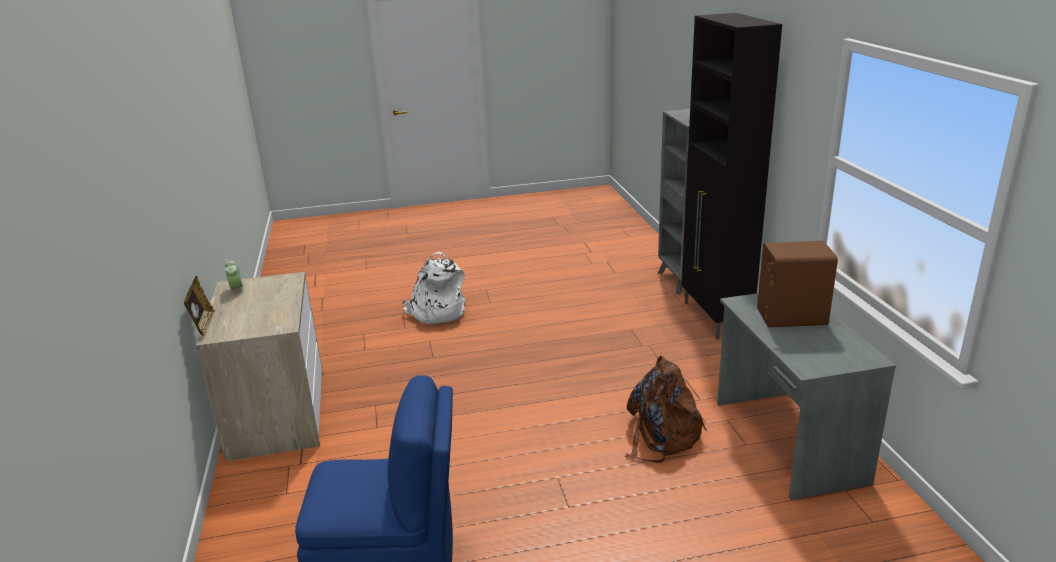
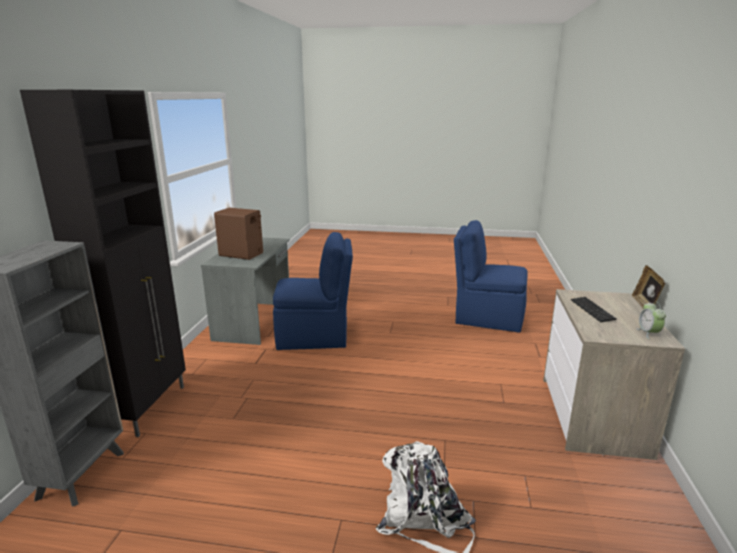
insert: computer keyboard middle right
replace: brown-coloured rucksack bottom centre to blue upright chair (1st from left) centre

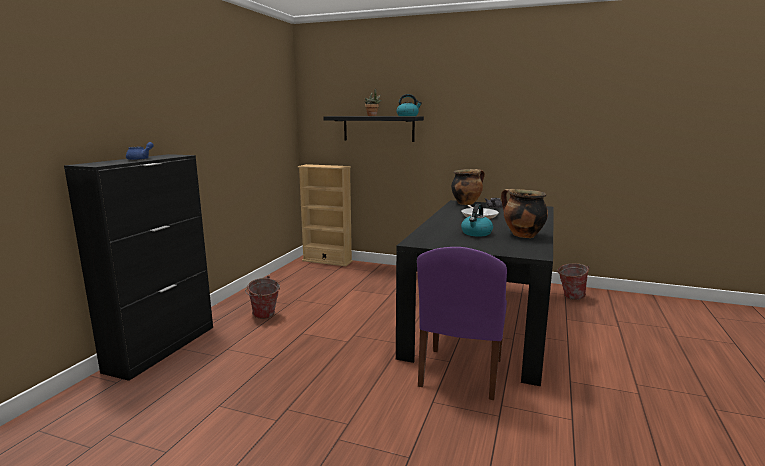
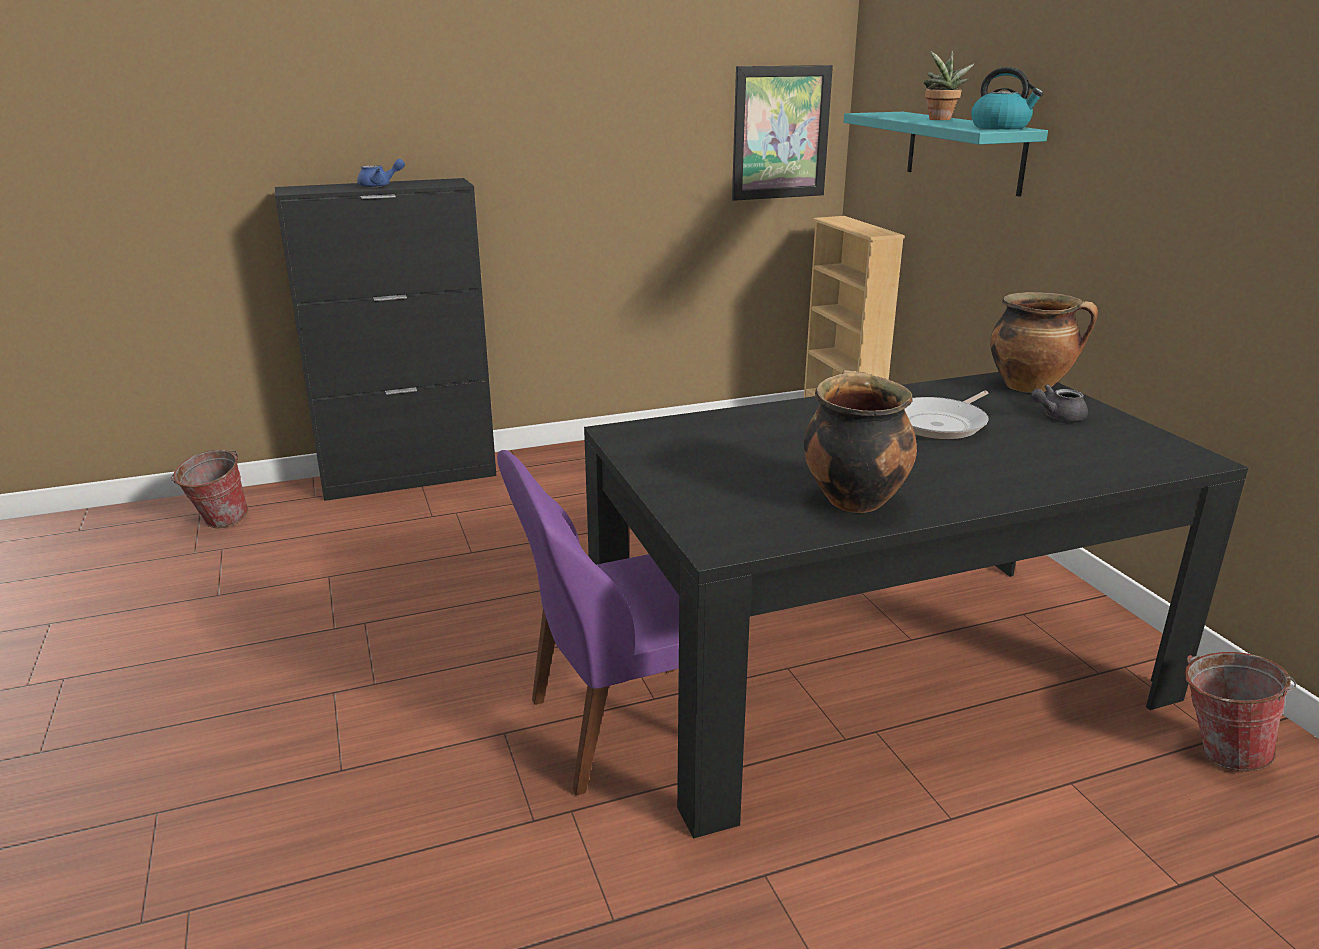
delete: kettle (2nd from left) centre
insert: picture top centre
move: water bucket (1st from left) centre to middle left
recolor: black-coloured bracket shelf top centre to turquoise bracket shelf top right

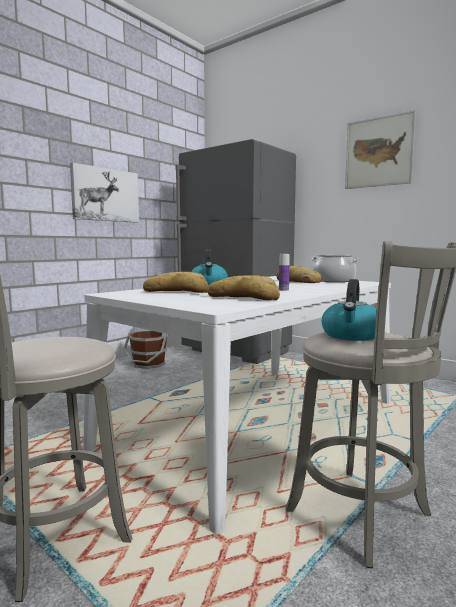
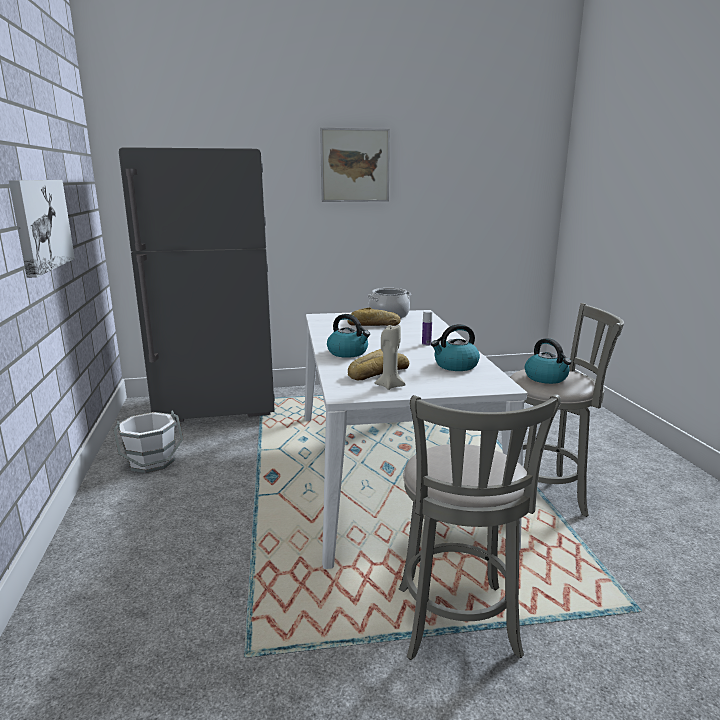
insert: beige-coloured wax candle centre
replace: bakery bread (2nd from left) centre to kettle (2nd from left) centre
recolor: brown-coloured water bucket middle left to whitish water bucket middle left

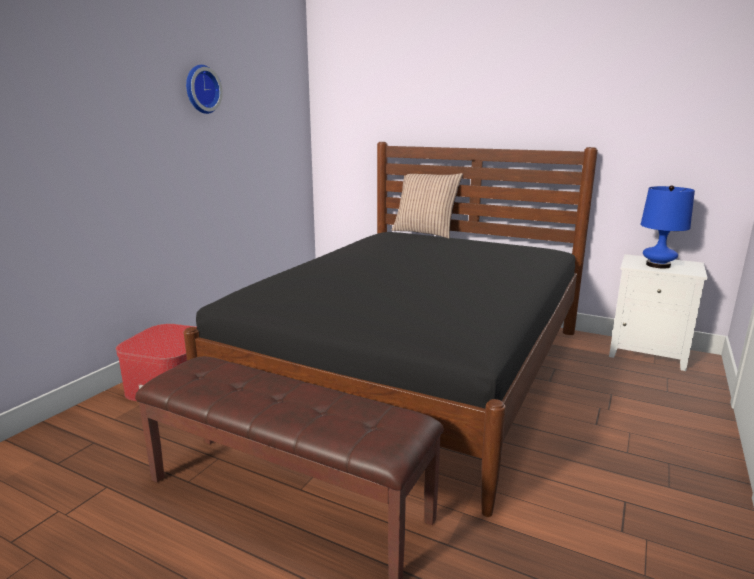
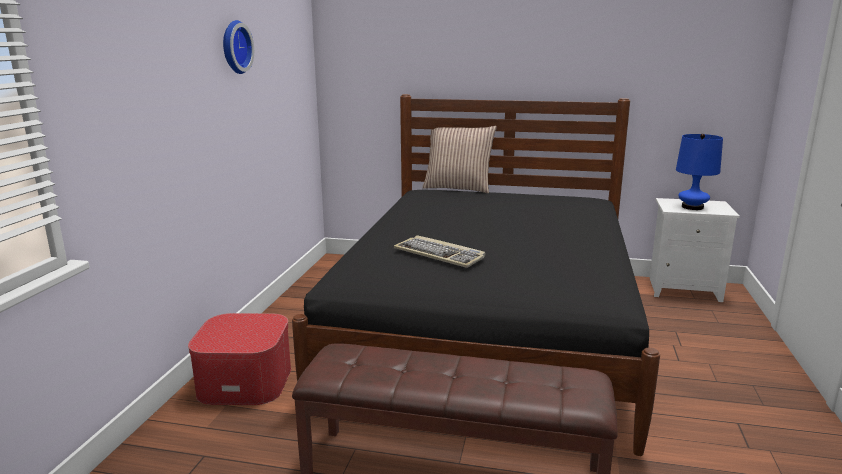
insert: computer keyboard centre

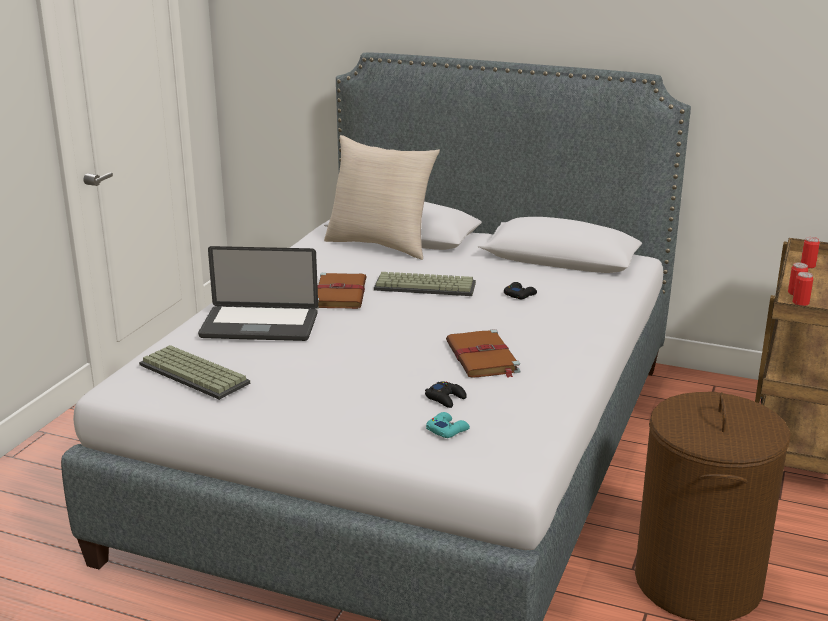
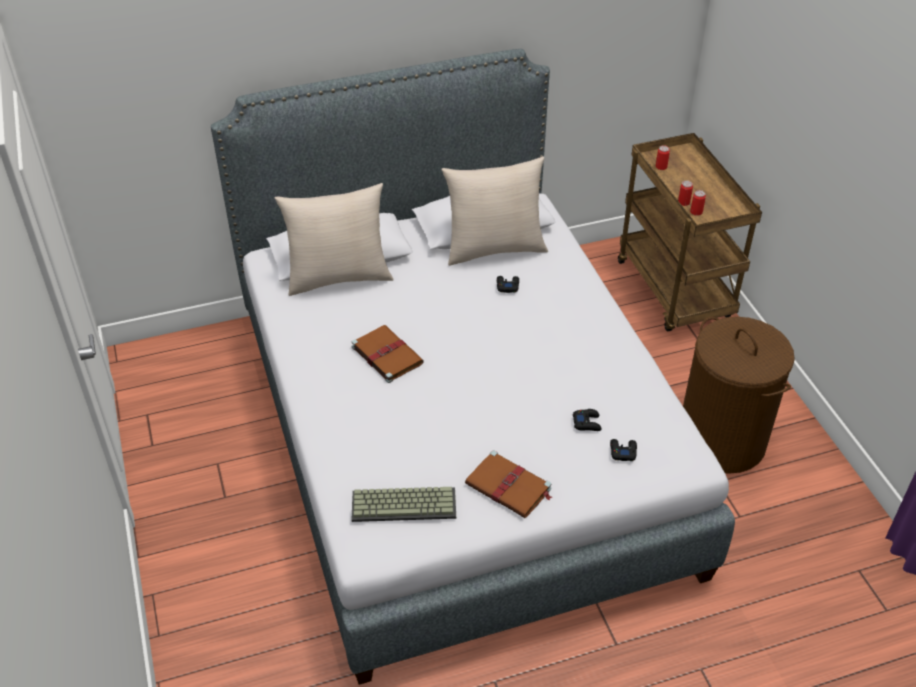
delete: portable computer middle left; computer keyboard (2nd from left) centre
insert: beige-coloured throw pillow (2nd from left) top centre
move: brown-coloured volume (2nd from left) centre to bottom centre
recolor: turquoise joypad bottom centre to black-coloured joypad (3rd from left) middle right

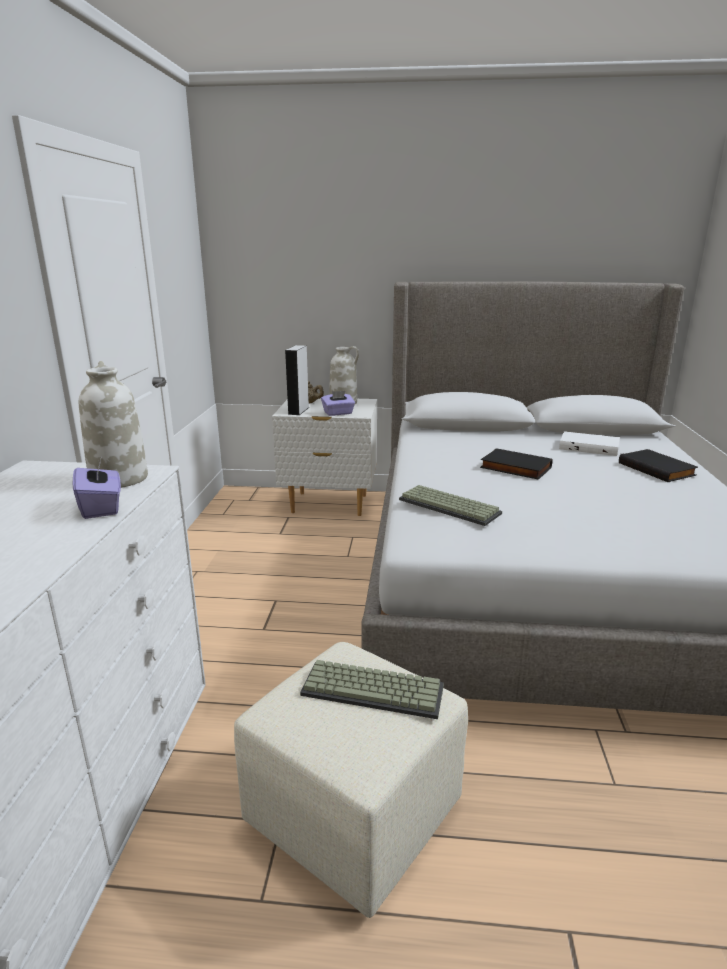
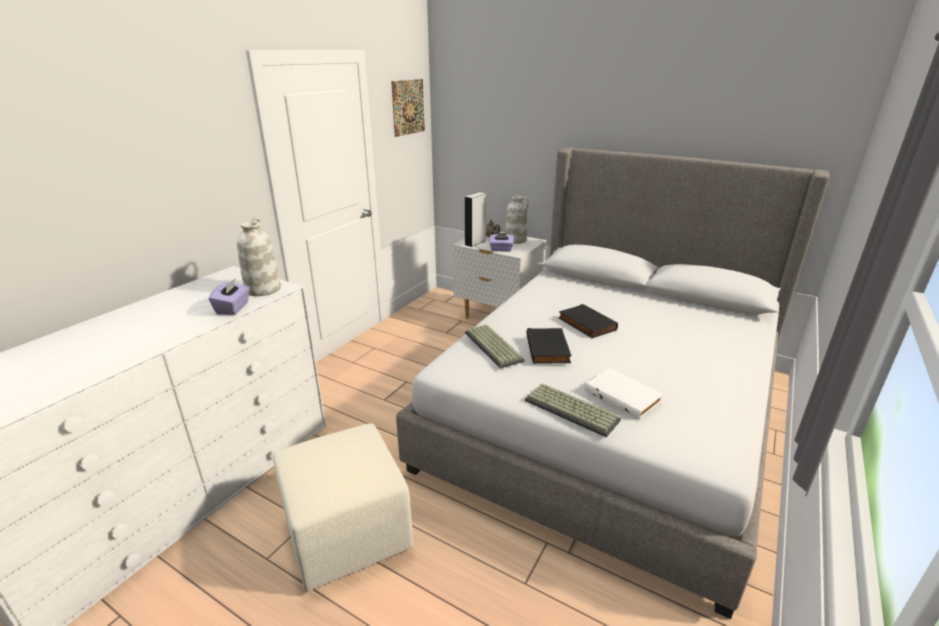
insert: picture top centre
move: computer keyboard (1st from left in the first image) bottom centre to computer keyboard (2nd from left) centre; whitish volume middle right to centre; black-coloured volume (2nd from left in the first image) middle right to black-coloured volume (1st from left) centre

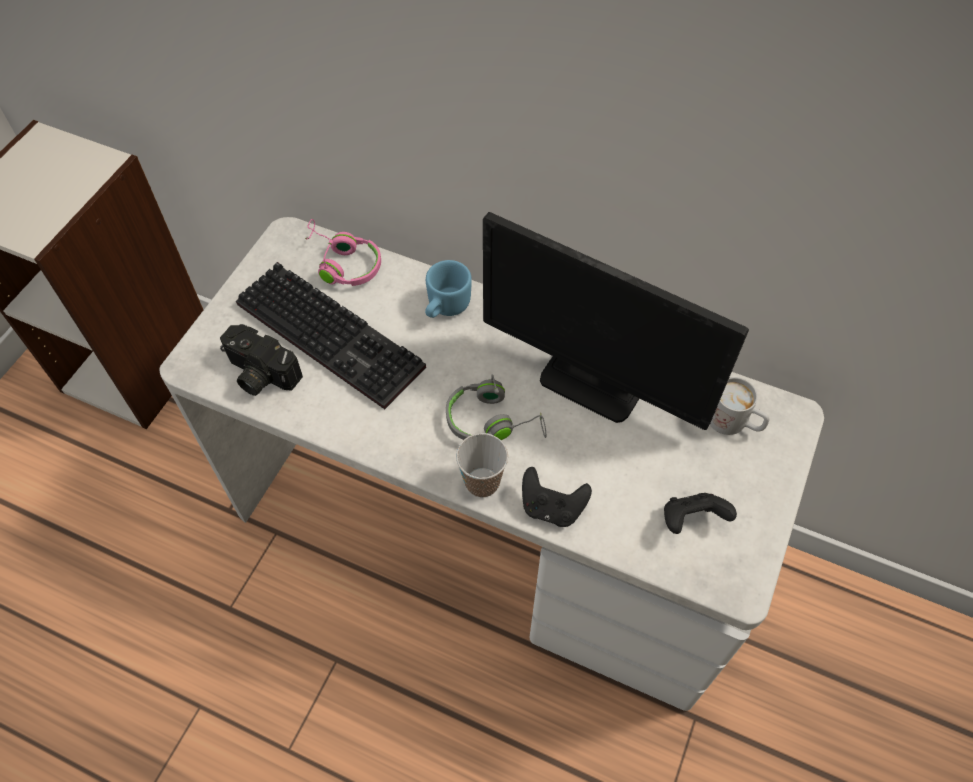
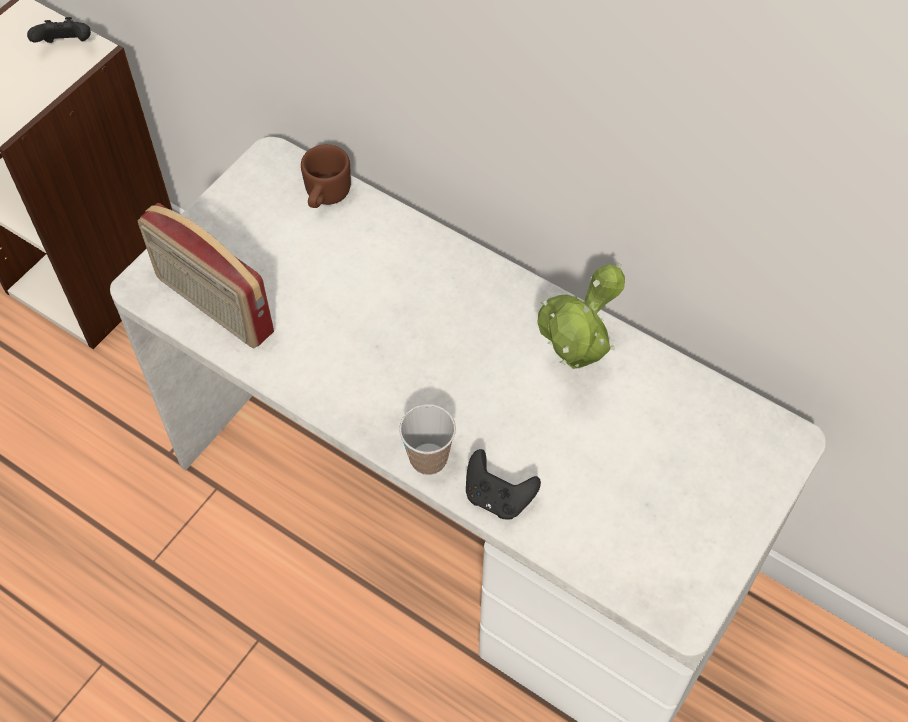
delete: computer keyboard centre; blue tea mug centre; greyish pair of headphones centre; whitish tea mug middle right
move: black-coloured joypad (2nd from left in the first image) middle right to black-coloured joypad (1st from left) top left
replace: photo camera middle left to radio middle left; pink-coloured pair of headphones top centre to brown-coloured tea mug top centre; computer display centre to houseplant centre

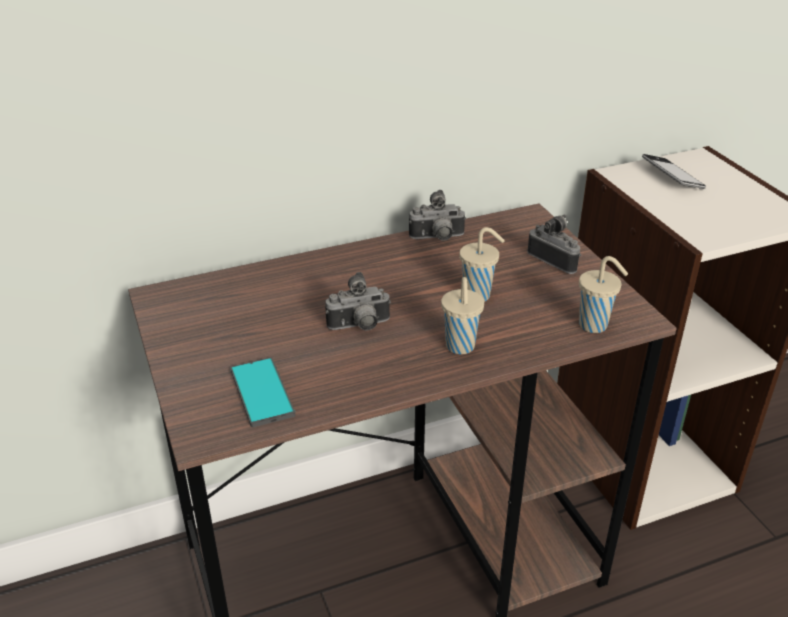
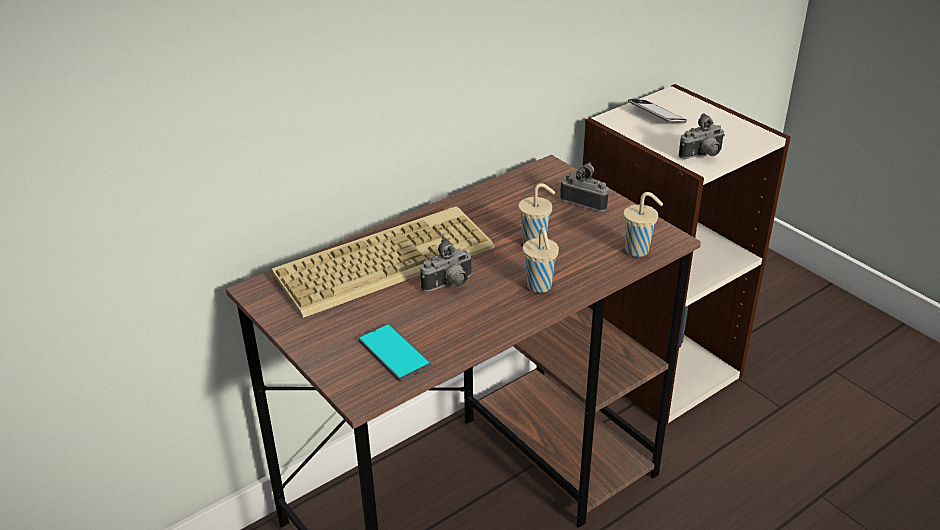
insert: computer keyboard centre
move: photo camera (2nd from left in the first image) centre to photo camera (3rd from left) top right

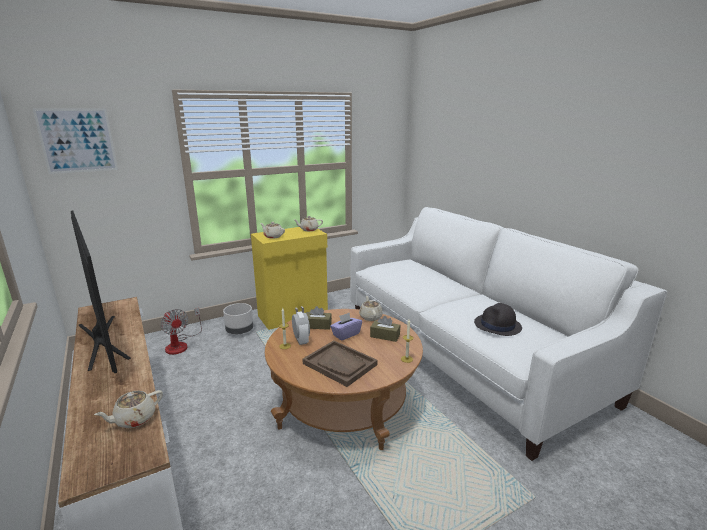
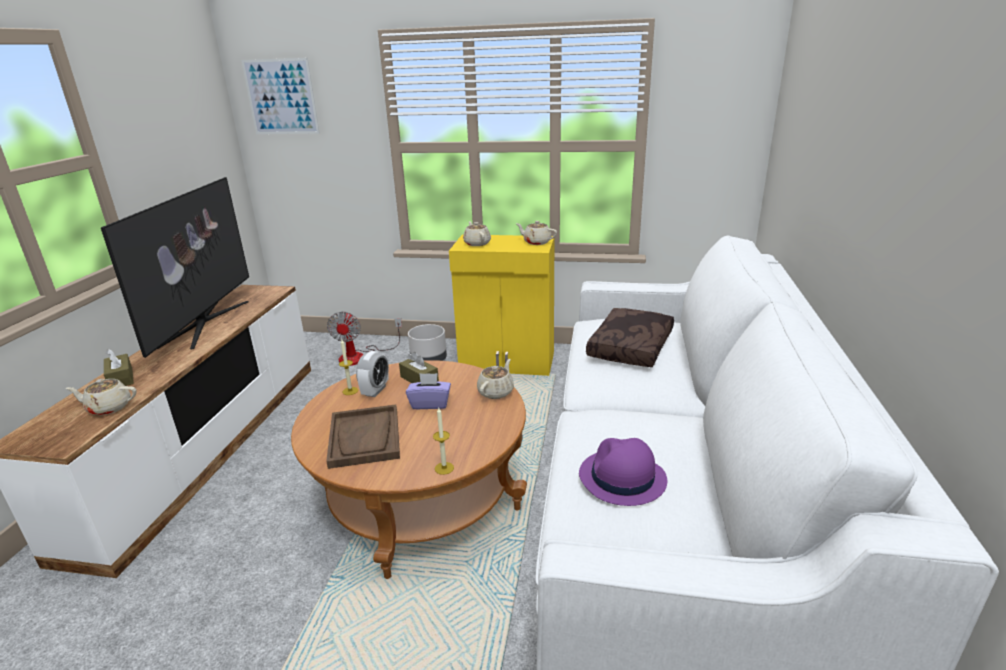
insert: brown-coloured throw pillow centre
move: brown-coloured box of tissues (2nd from left in the first image) centre to brown-coloured box of tissues (1st from left) middle left
recolor: black-coloured wearable hat middle right to purplish wearable hat bottom centre

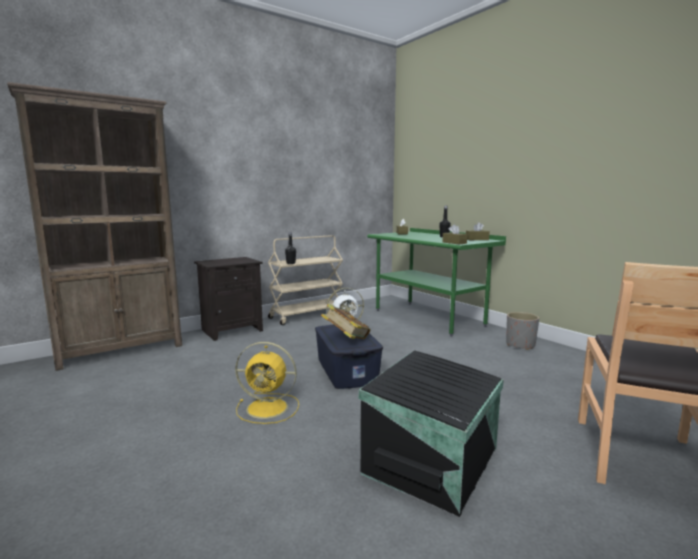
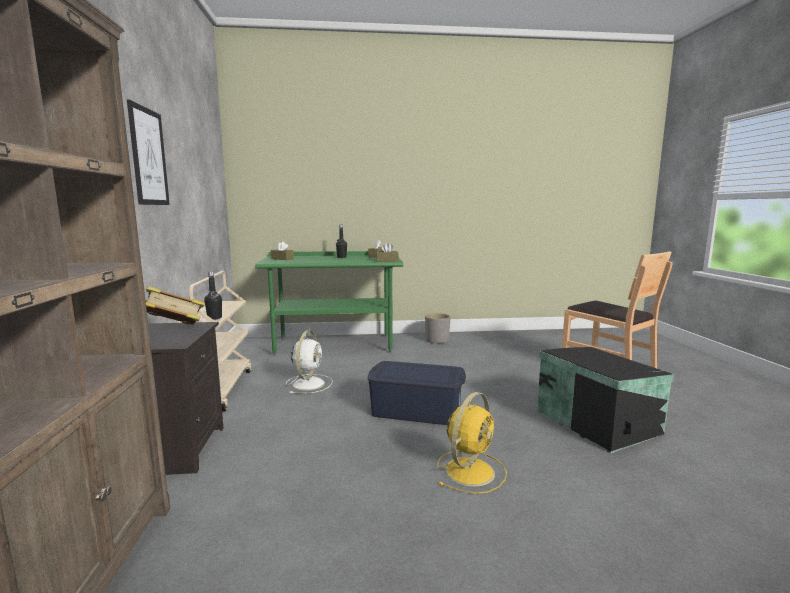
insert: picture top left
move: volume centre to middle left

